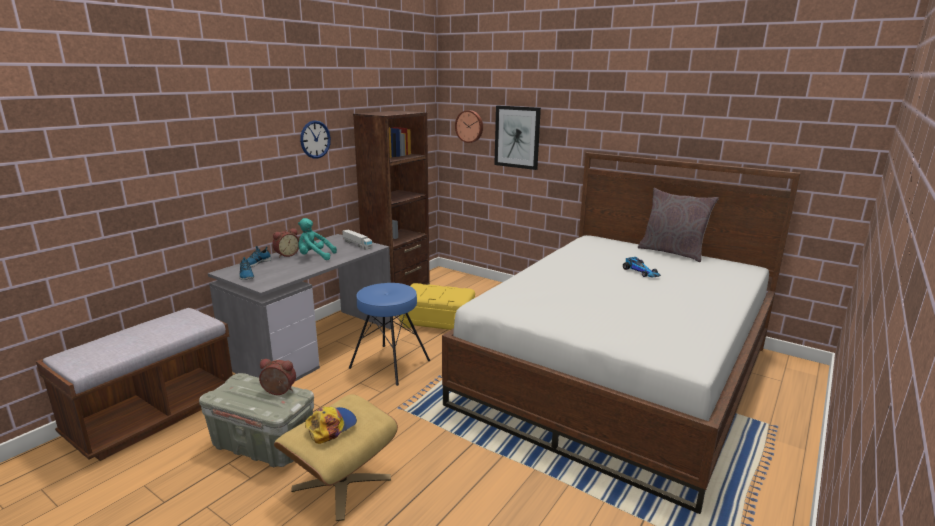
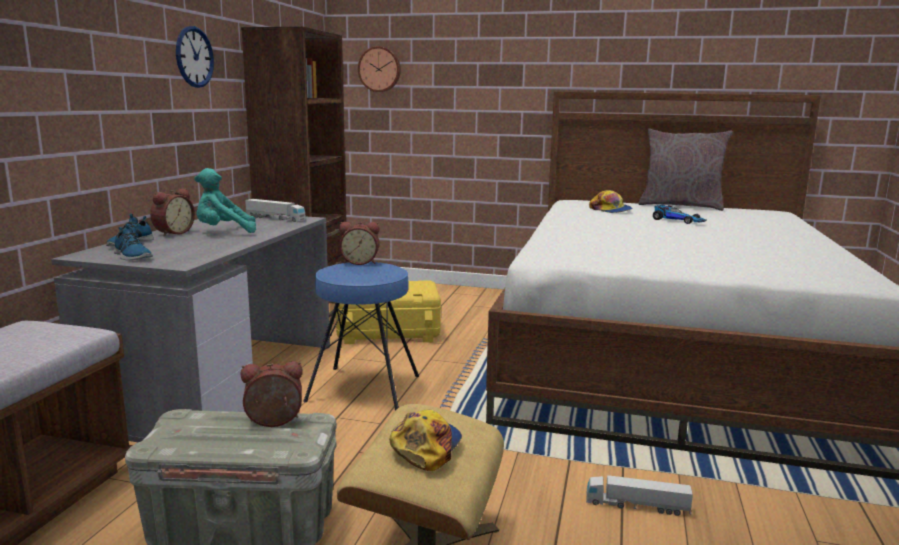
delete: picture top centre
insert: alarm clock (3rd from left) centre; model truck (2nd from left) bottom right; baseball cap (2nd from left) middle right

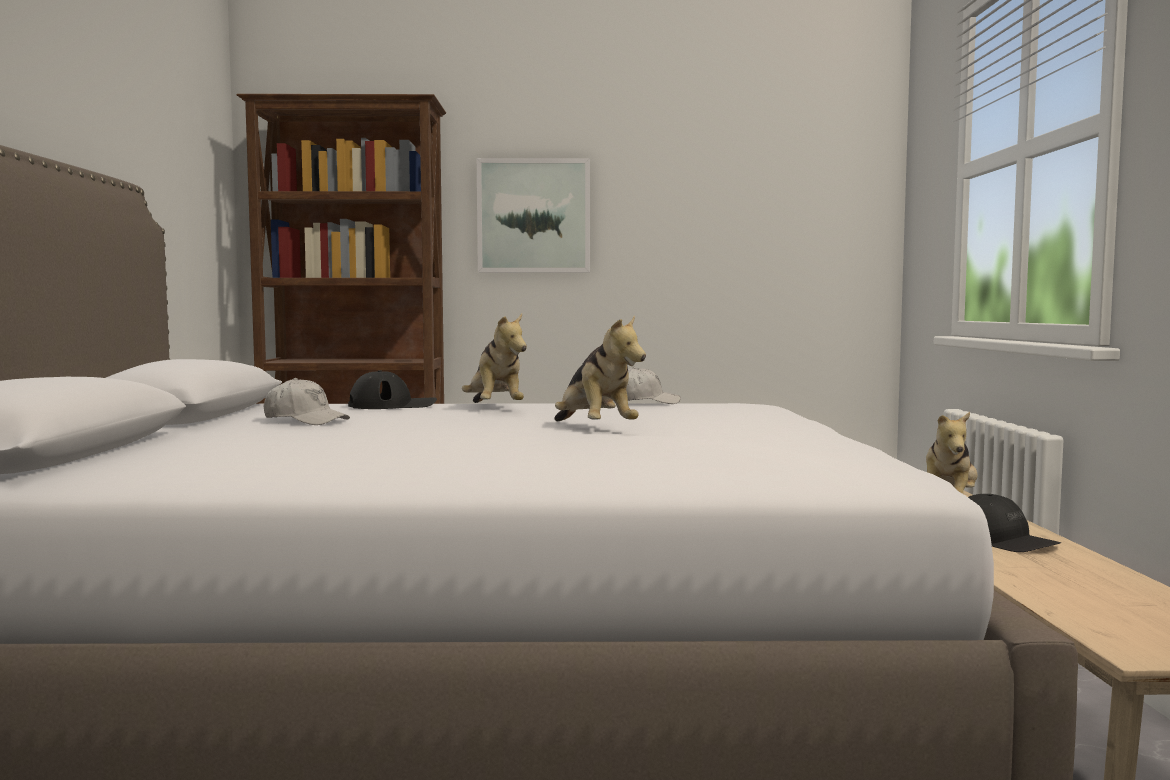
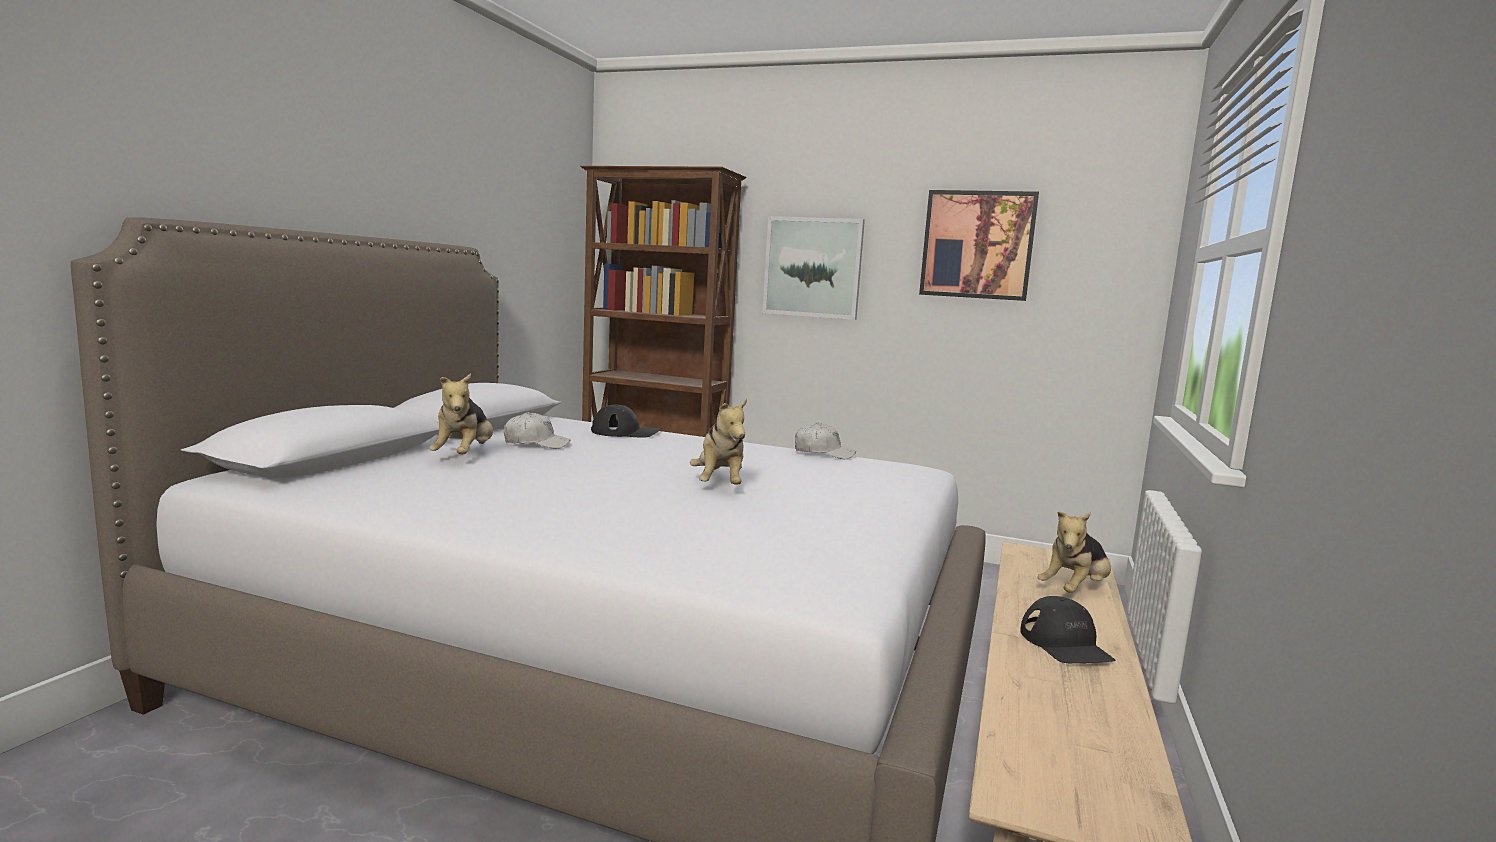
insert: picture (2nd from left) top centre
move: plush toy (1st from left) centre to middle left
rotate: whitish baseball cap (1st from left) middle left = centre 45 degrees counterclockwise

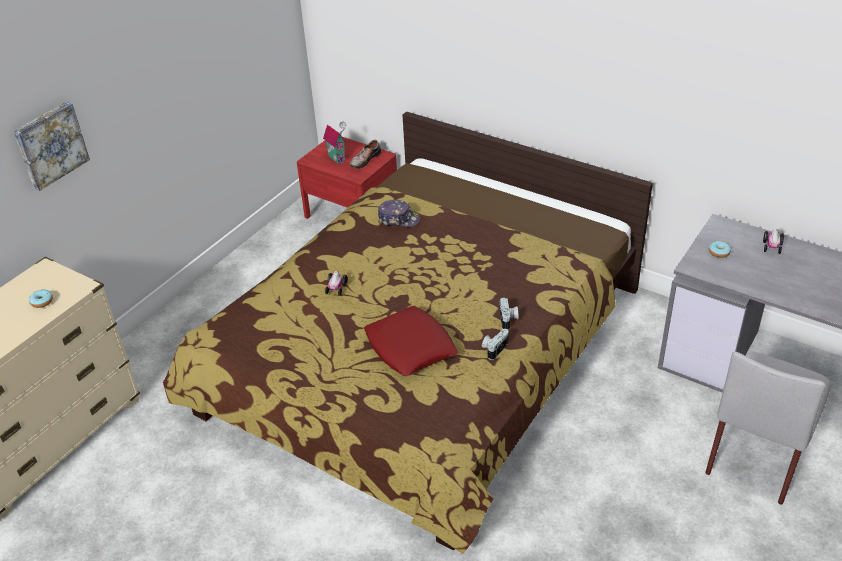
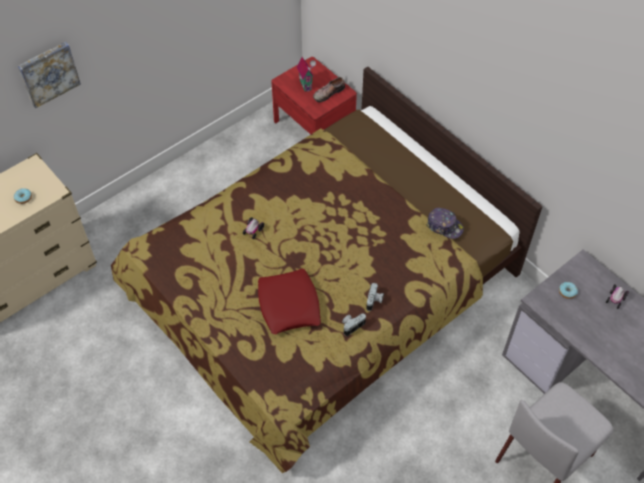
move: baseball cap centre to middle right

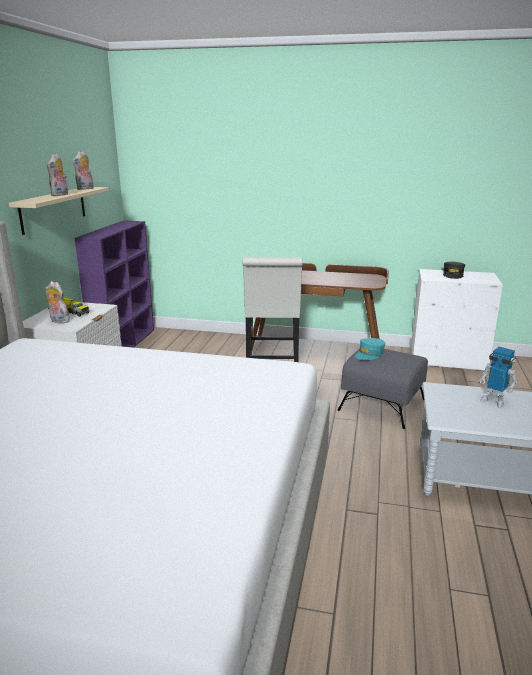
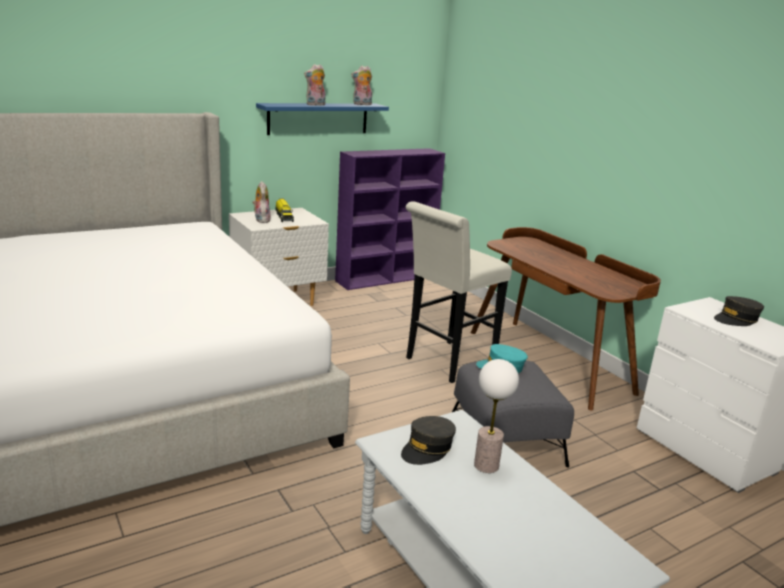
insert: greyish baseball cap (1st from left) bottom centre
replace: model robot middle right to tabletop lamp bottom centre
recolor: beige-coloured bracket shelf top left to blue bracket shelf top centre

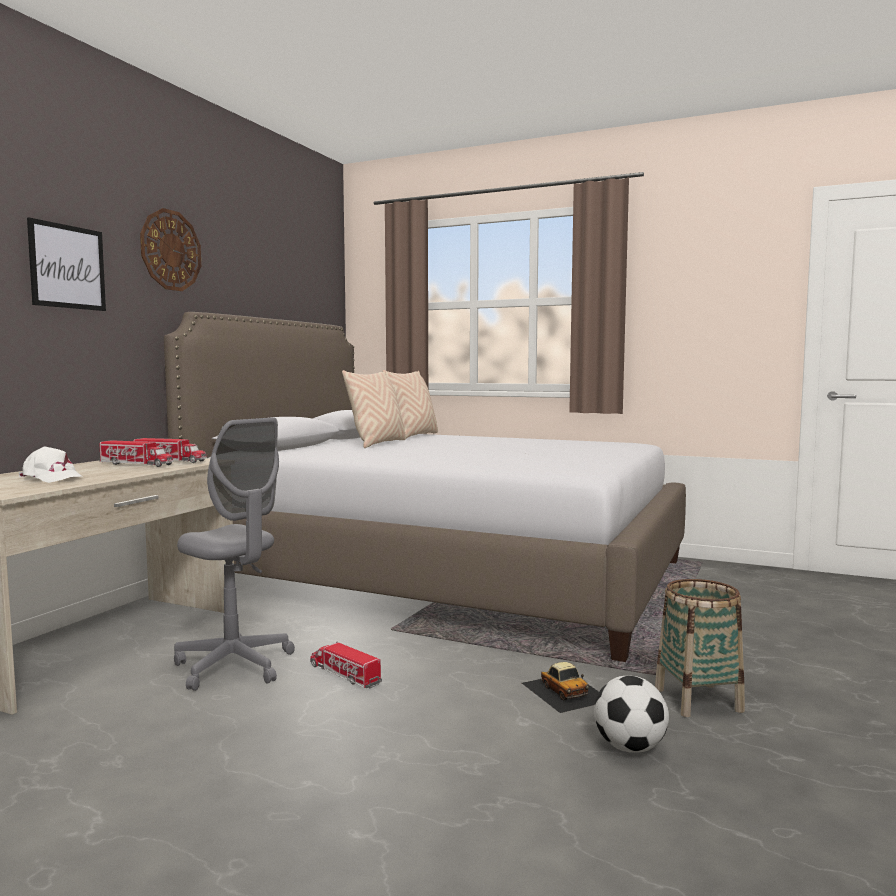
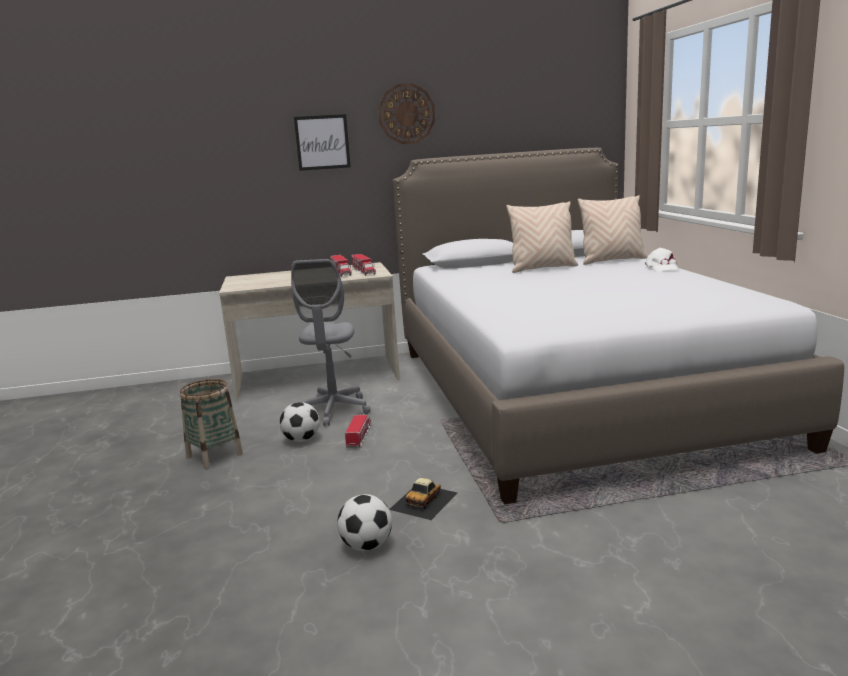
insert: ball for football (1st from left) centre
move: whitish baseball cap middle left to middle right; storage basket bottom right to middle left

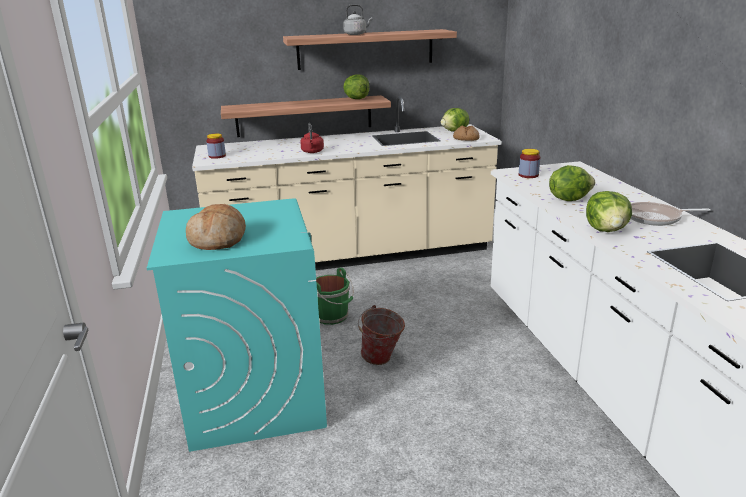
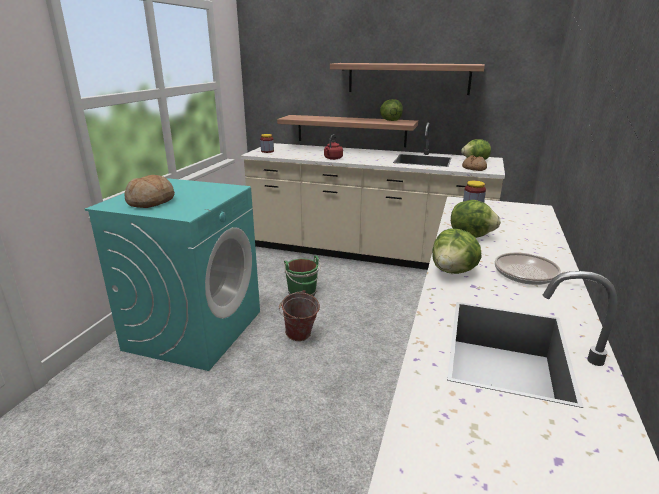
delete: greyish kettle top centre

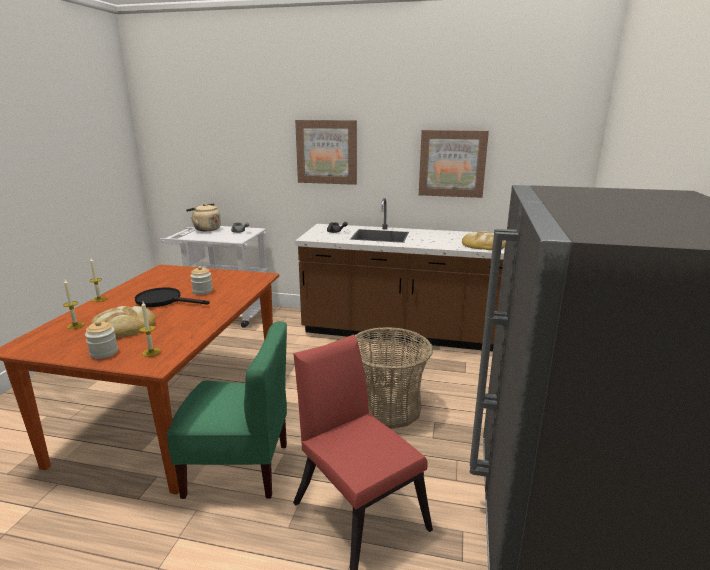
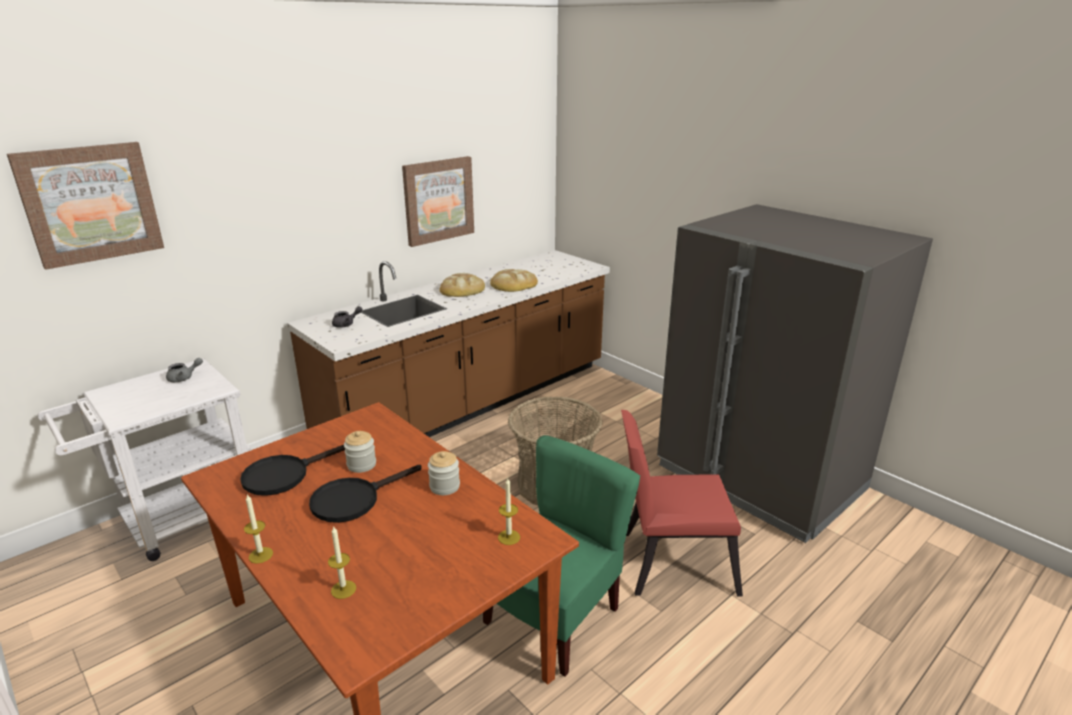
delete: beige-coloured kettle middle left
insert: black-coloured frying pan (1st from left) middle left
move: storage jar (1st from left in the first image) middle left to storage jar (2nd from left) centre; bakery bread (1st from left) middle left to centre; picture (1st from left) top centre to top left

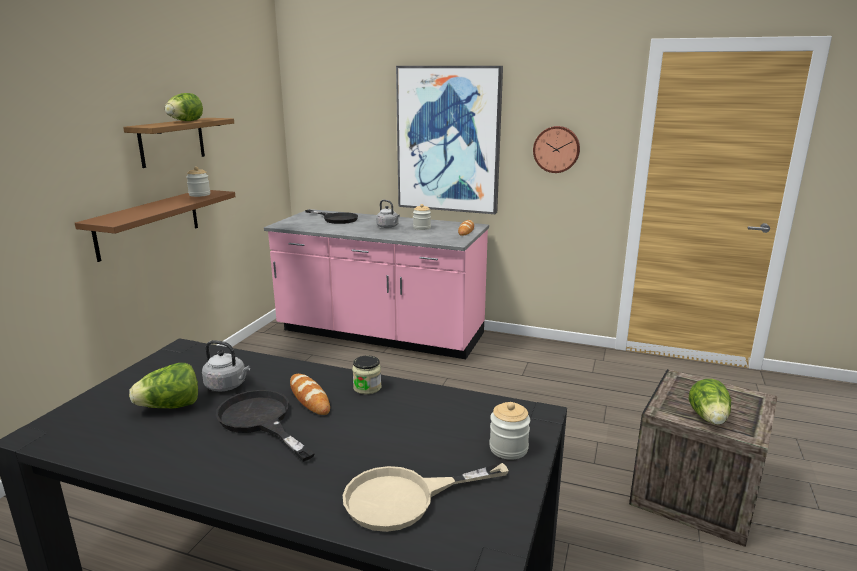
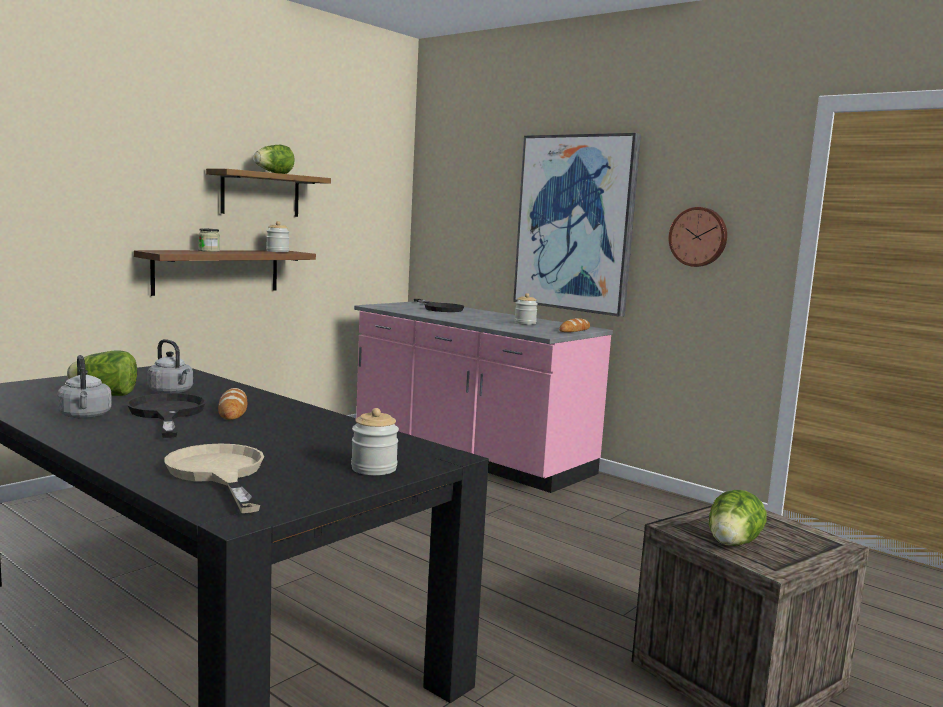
move: storage jar (2nd from left in the first image) centre to storage jar (1st from left) middle left; greyish kettle (2nd from left in the first image) centre to greyish kettle (1st from left) middle left
rotate: beige-coloured frying pan bottom centre = bottom left 60 degrees clockwise

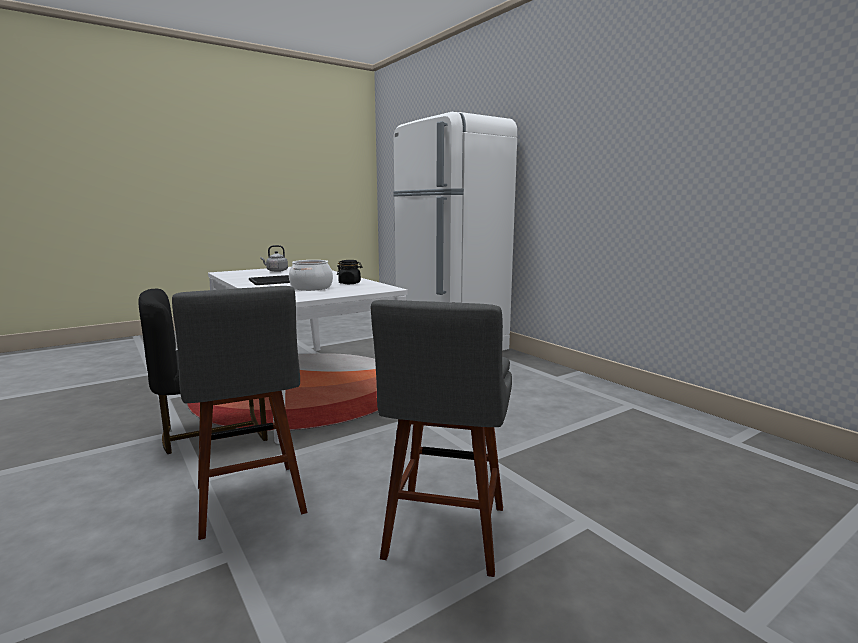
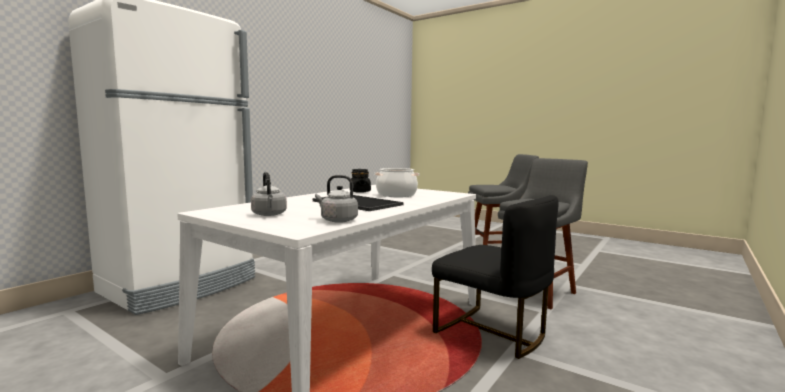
insert: greyish kettle (2nd from left) centre

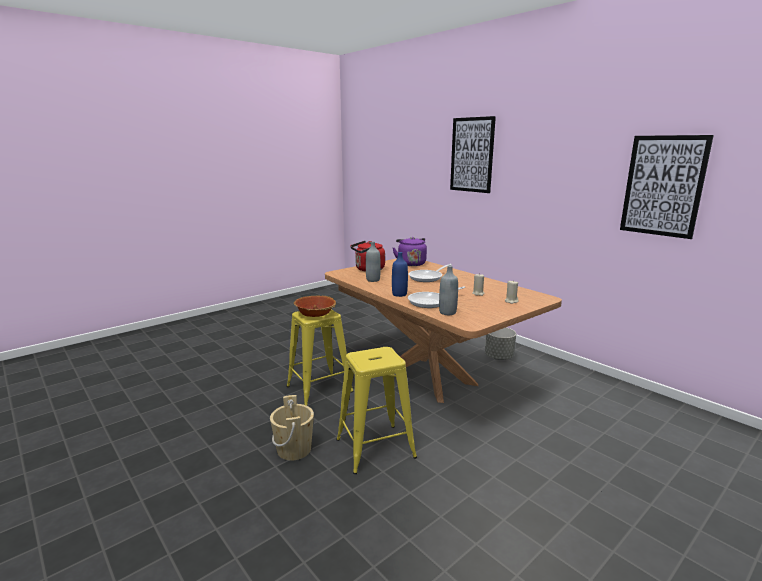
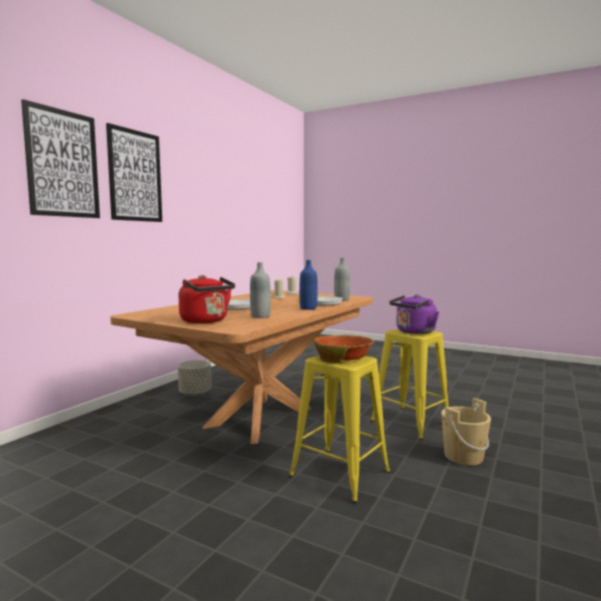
move: purplish kettle centre to middle right; picture (2nd from left) top right to top left

